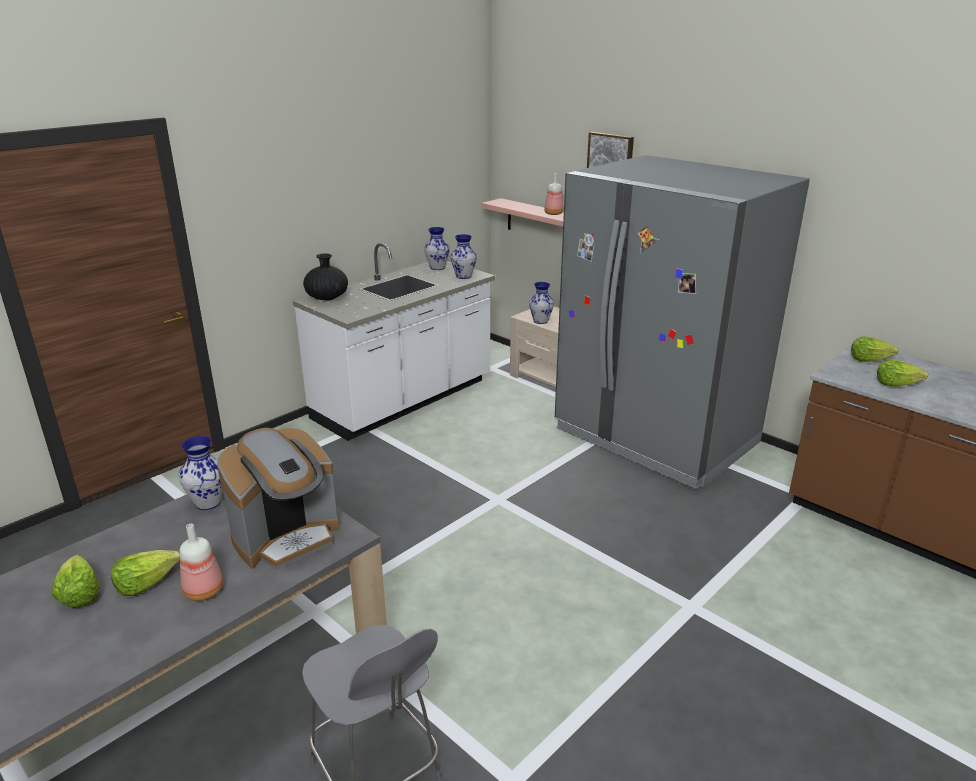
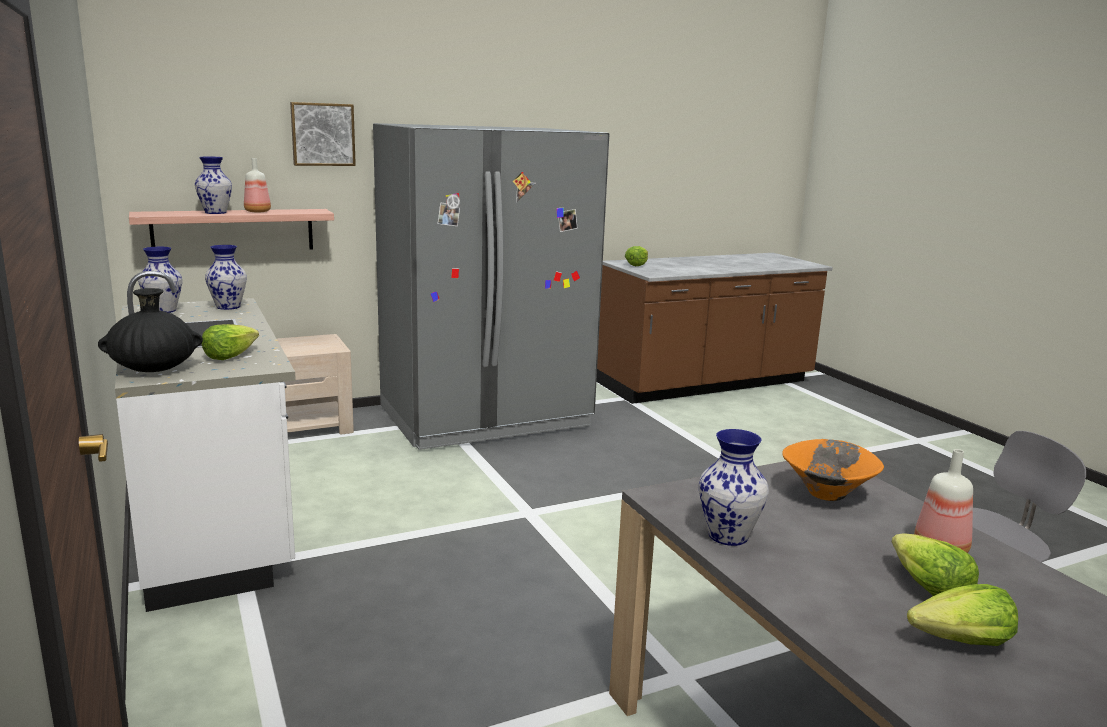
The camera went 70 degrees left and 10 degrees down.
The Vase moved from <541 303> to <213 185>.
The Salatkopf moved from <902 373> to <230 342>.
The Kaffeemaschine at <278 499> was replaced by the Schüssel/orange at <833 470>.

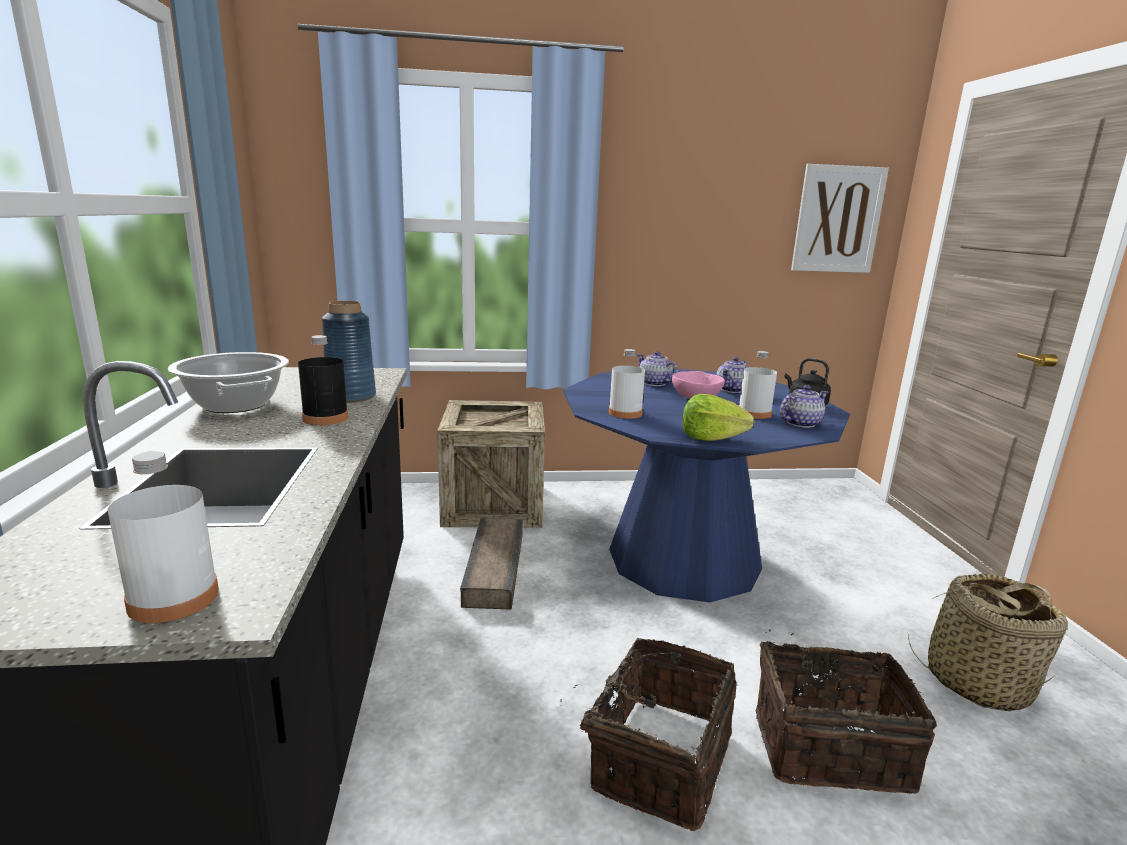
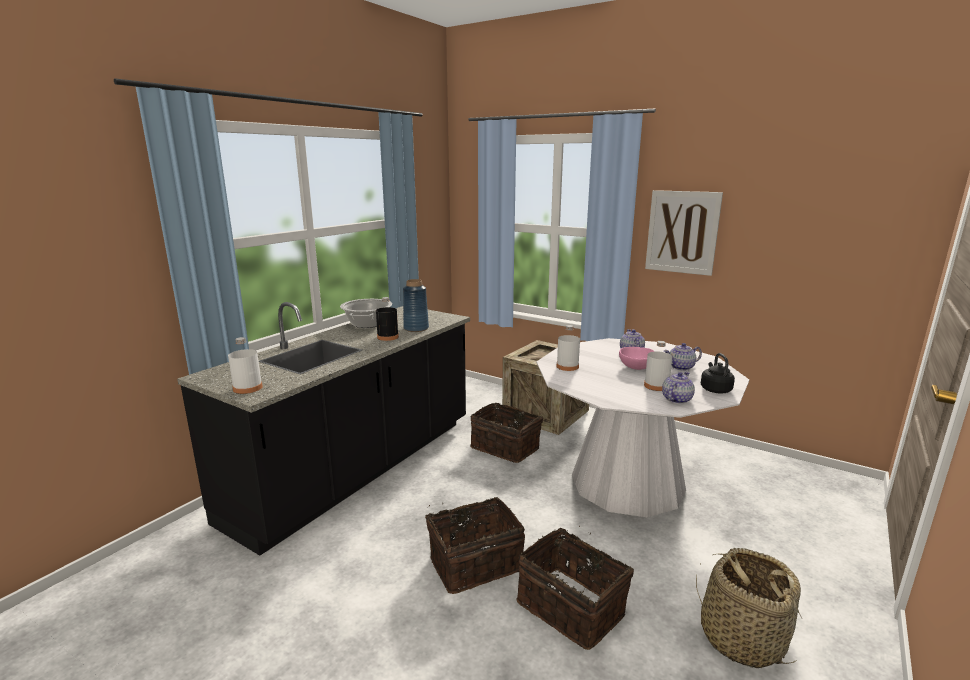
The camera went 40 degrees right and 0 degrees up.
The Salatkopf at <718 417> disappeared.
The Bild moved from <840 218> to <684 233>.
The Kiste at <491 564> was replaced by the Korb at <506 433>.
The Esstisch/blau at <706 485> became the Esstisch/weiß at <643 427>.
The Teekanne at <804 406> turned 60 degrees counterclockwise.

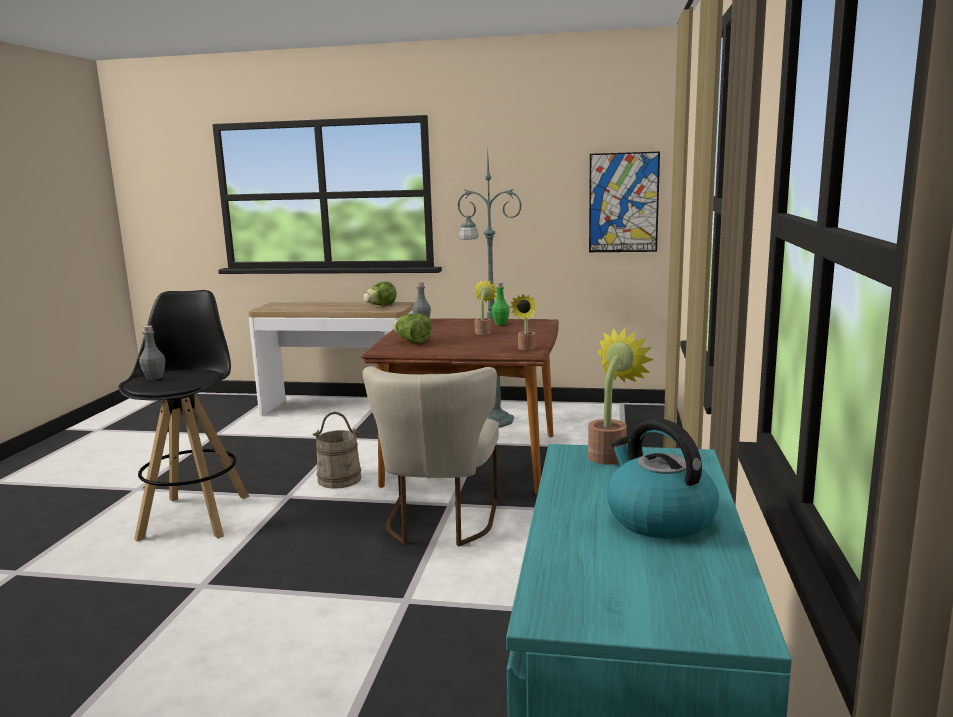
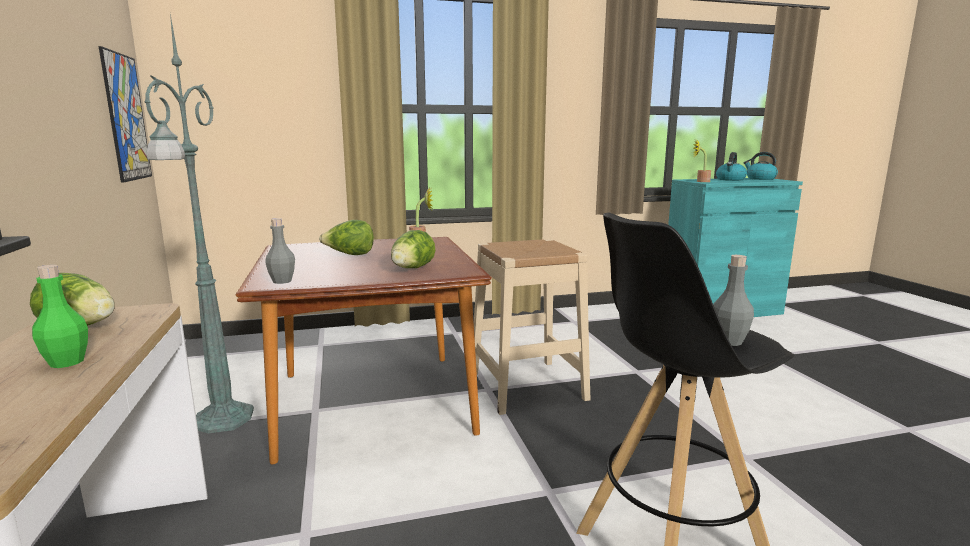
The camera went 115 degrees left and 0 degrees up.
The Eimer/beige at <337 450> disappeared.
The Wasserkessel at <760 166> appeared.
The Flasche/grün moved from <500 303> to <60 316>.
The Stuhl/beige at <430 456> was replaced by the Hocker/beige at <532 327>.
The Topfpflanze at <486 307> was replaced by the Salatkopf at <346 237>.

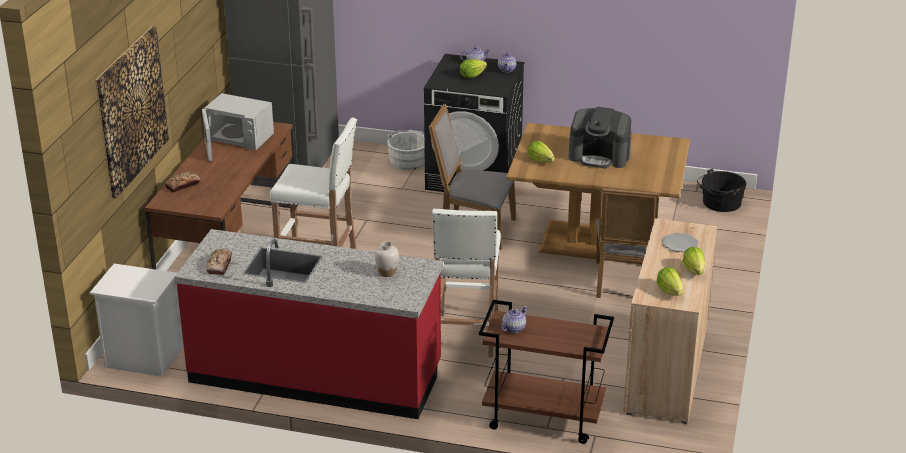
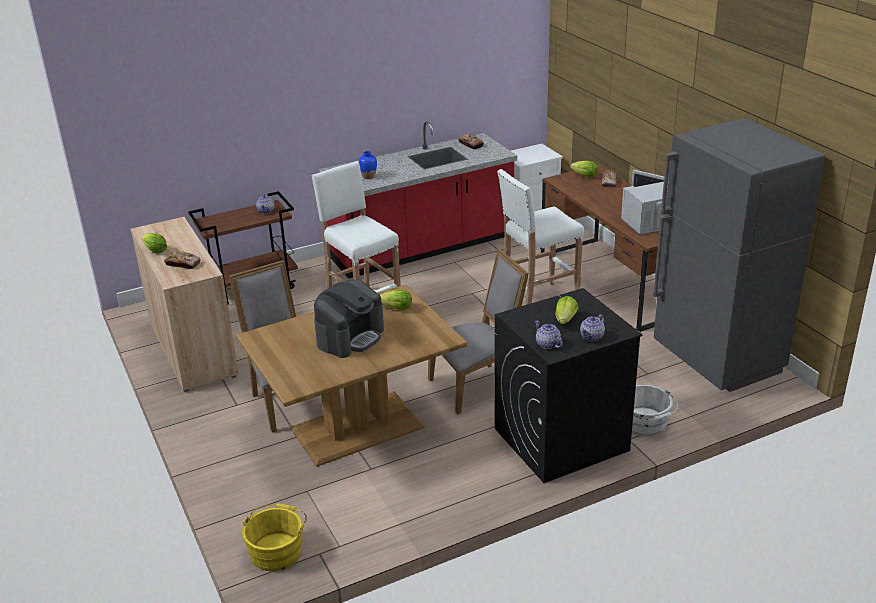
The camera went 140 degrees right and 0 degrees up.
The Bild at <132 112> disappeared.
The Salatkopf moved from <670 281> to <584 169>.
The Teller at <680 242> was replaced by the Brot at <182 260>.
The Vase/weiß at <387 259> became the Vase/blau at <368 165>.
The Eimer/schwarz at <722 190> became the Eimer/gelb at <274 537>.
The Kaffeemaschine at <600 138> turned 150 degrees clockwise.

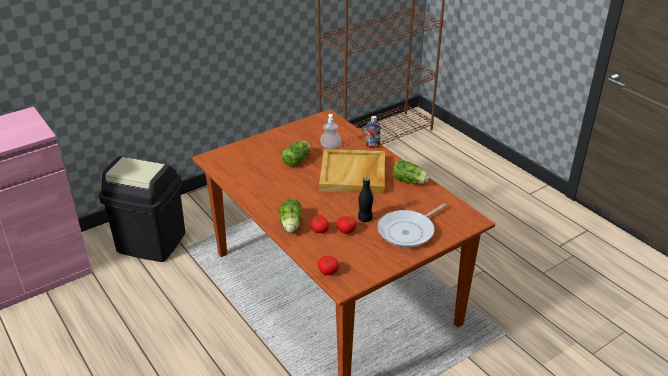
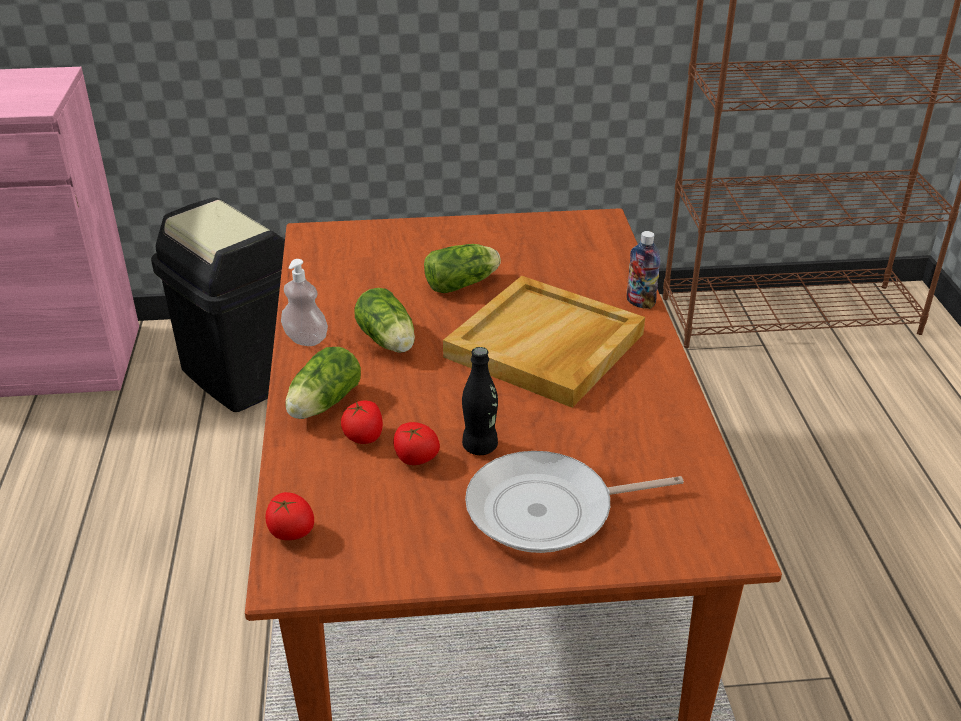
The camera went 30 degrees right and 0 degrees up.
The Seifenspender moved from <330 131> to <304 302>.
The Salatkopf moved from <411 172> to <384 320>.

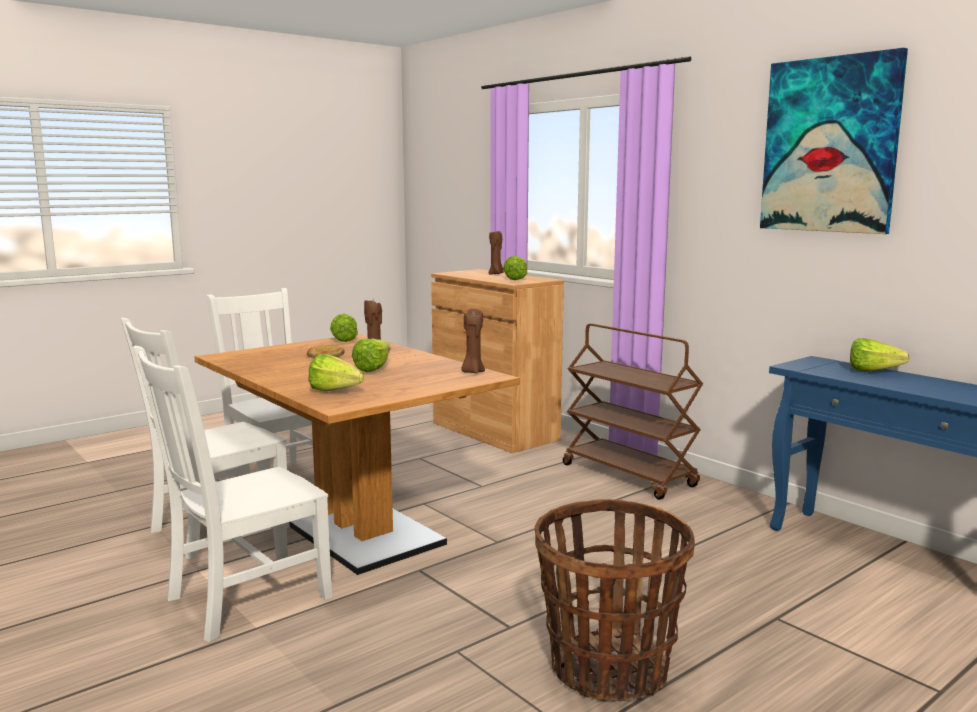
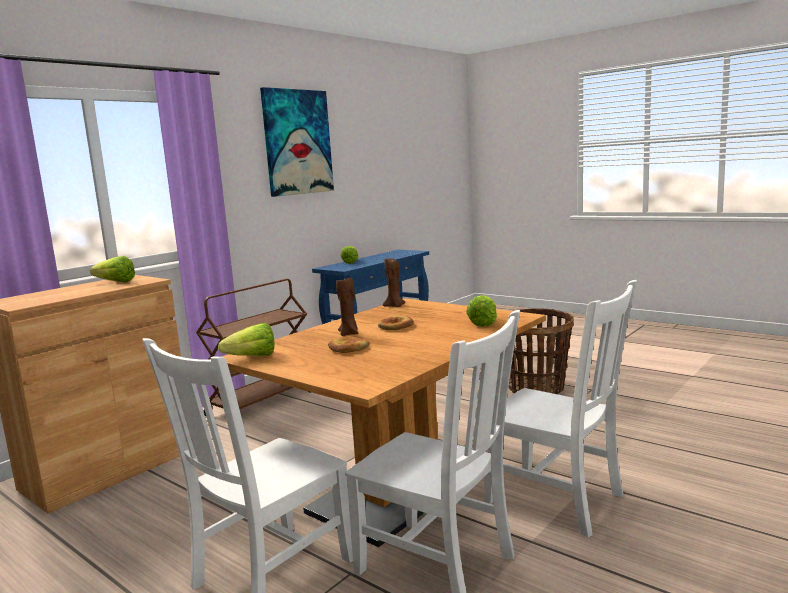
The camera went 100 degrees left and 0 degrees up.
The Kerze/braun at <496 253> disappeared.
The Salatkopf at <371 355> was replaced by the Brot at <396 323>.

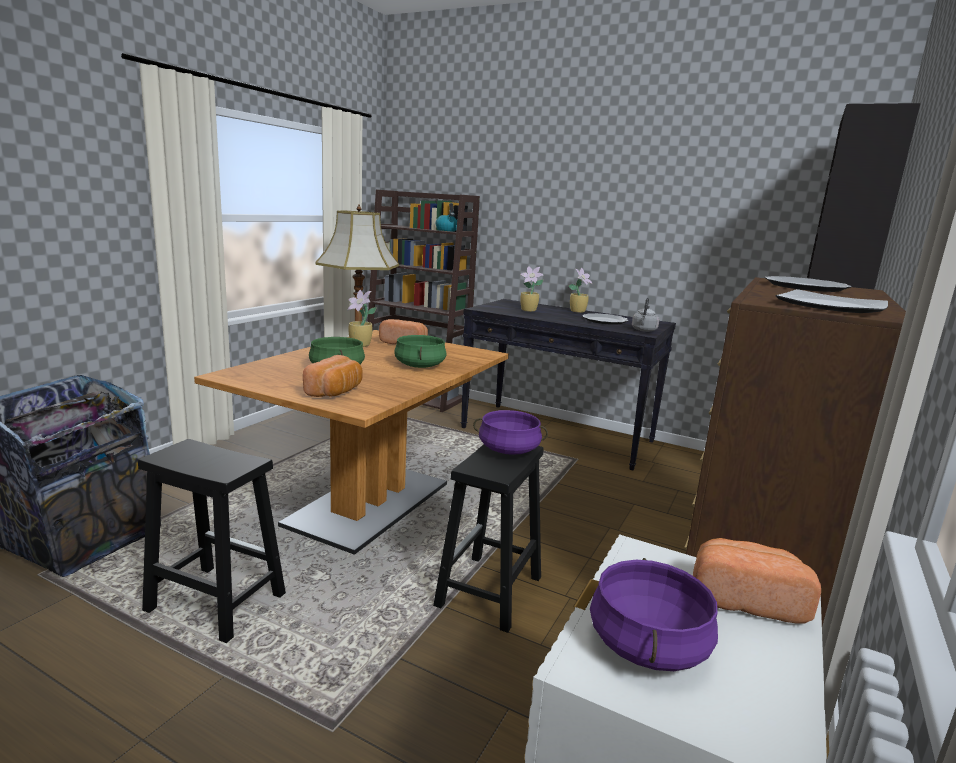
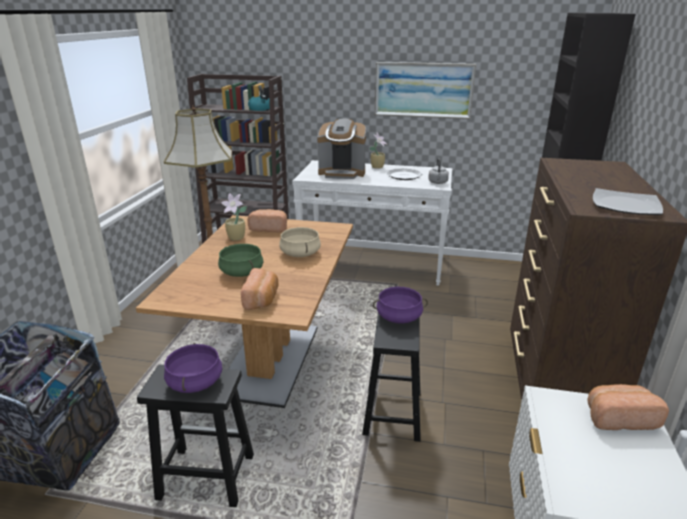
The camera went 15 degrees left and 10 degrees up.
The Teller at <808 284> disappeared.
The Bild at <425 90> appeared.
The Kochtopf/lila moved from <654 614> to <193 368>.
The Topfpflanze at <532 289> was replaced by the Kaffeemaschine at <341 149>.
The Kochtopf/grün at <420 351> became the Kochtopf/beige at <300 242>.
The Konsolentisch/schwarz at <568 384> became the Konsolentisch/weiß at <372 223>.

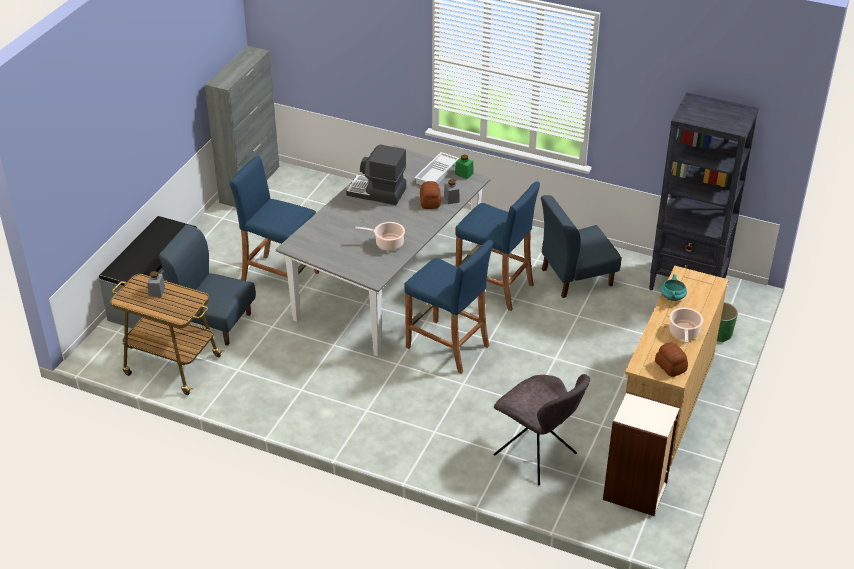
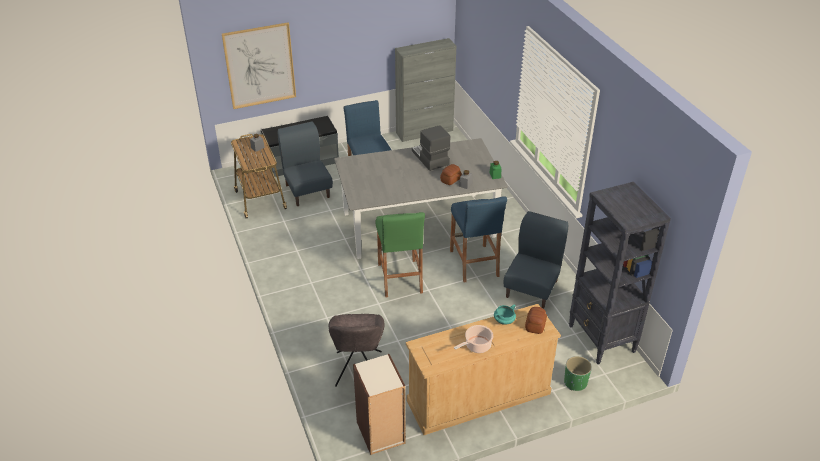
The camera went 45 degrees right and 0 degrees up.
The Kochtopf at <380 236> disappeared.
The Tablett/weiß at <436 168> disappeared.
The Bild at <259 66> appeared.
The Brot moved from <671 360> to <536 320>.
The Hocker/blau at <448 307> became the Hocker/grün at <400 255>.
The Stuhl/blau at <581 246> turned 90 degrees clockwise.

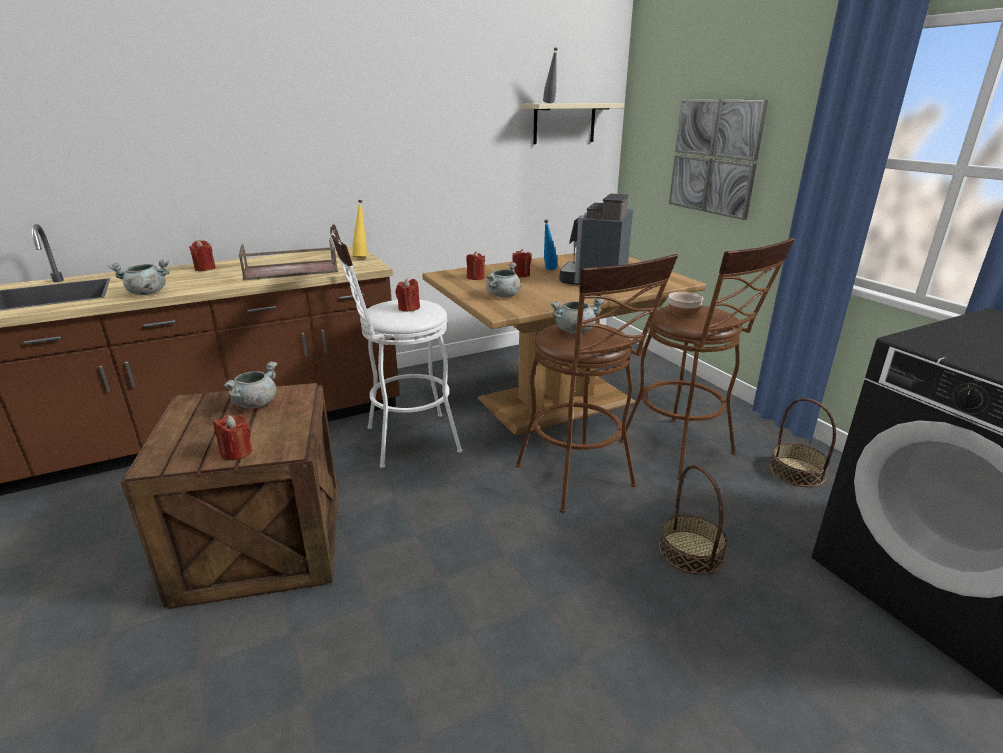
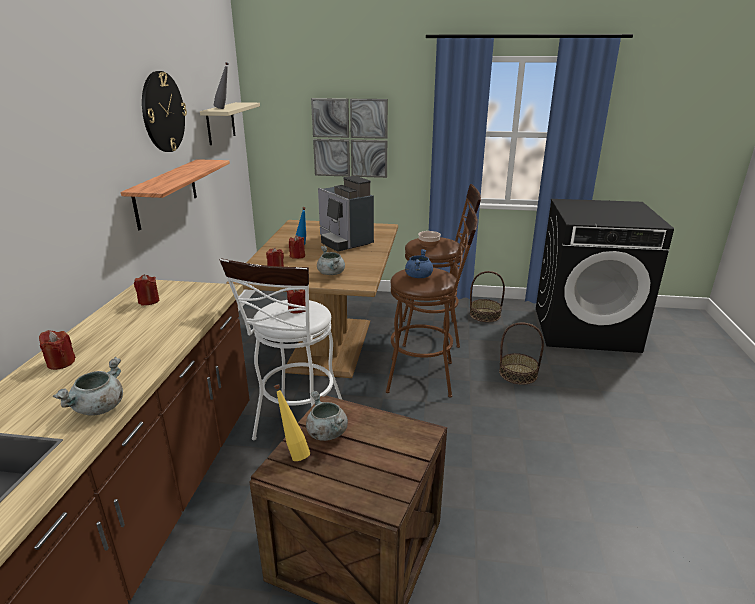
The camera went 55 degrees left and 0 degrees up.
The Tablett/braun at <288 259> disappeared.
The Wandregal at <175 194> appeared.
The Wanduhr at <164 111> appeared.
The Kerze/rot moved from <232 437> to <146 289>.
The Flasche/gelb moved from <360 229> to <292 422>.
The Kochtopf/grau at <578 316> became the Kochtopf/blau at <419 263>.

